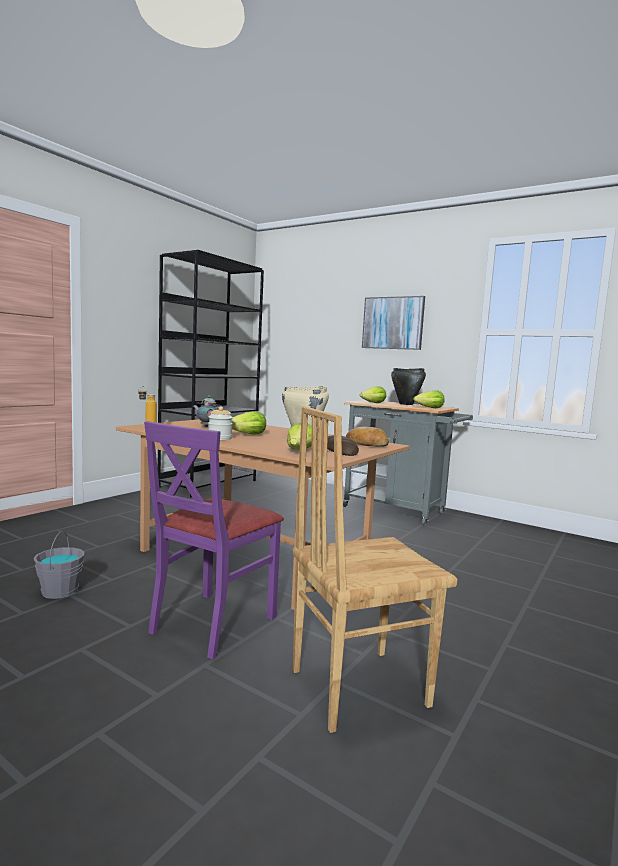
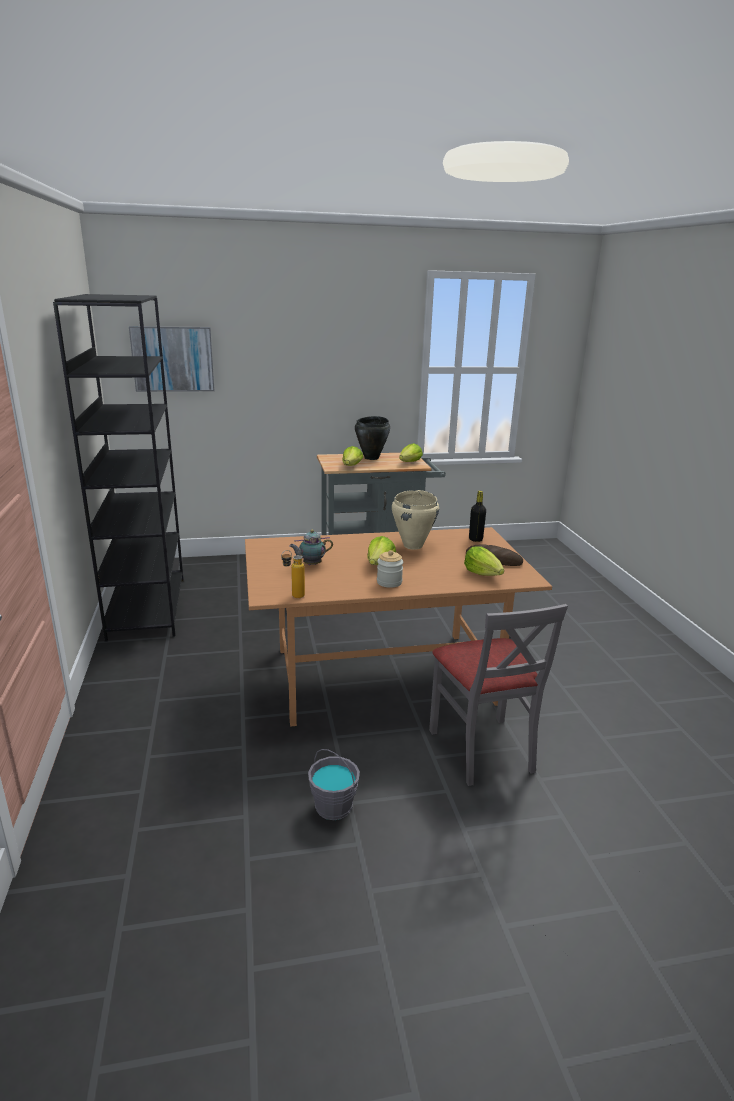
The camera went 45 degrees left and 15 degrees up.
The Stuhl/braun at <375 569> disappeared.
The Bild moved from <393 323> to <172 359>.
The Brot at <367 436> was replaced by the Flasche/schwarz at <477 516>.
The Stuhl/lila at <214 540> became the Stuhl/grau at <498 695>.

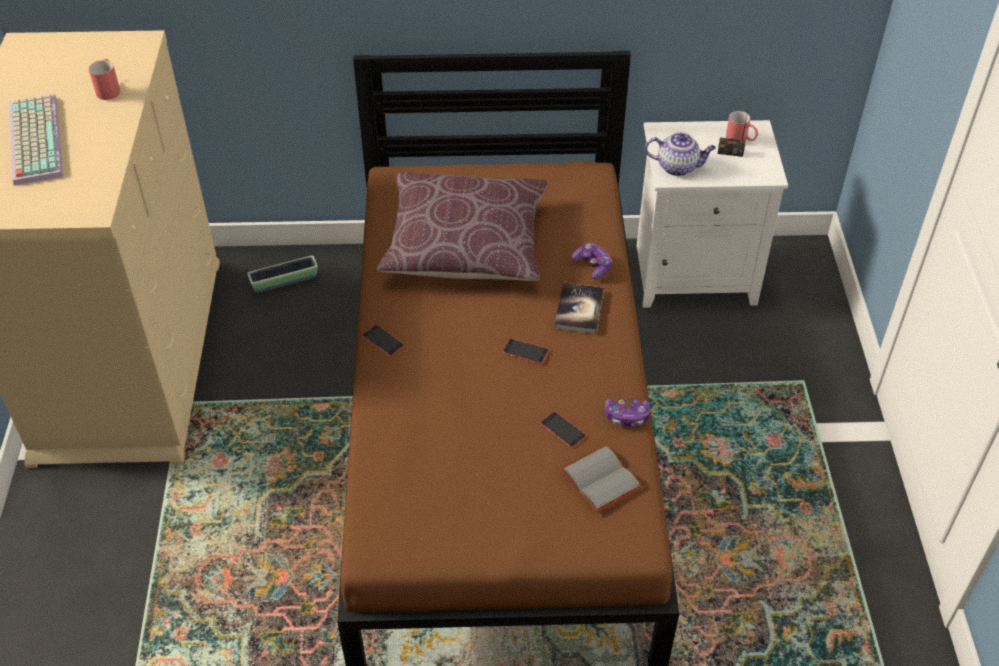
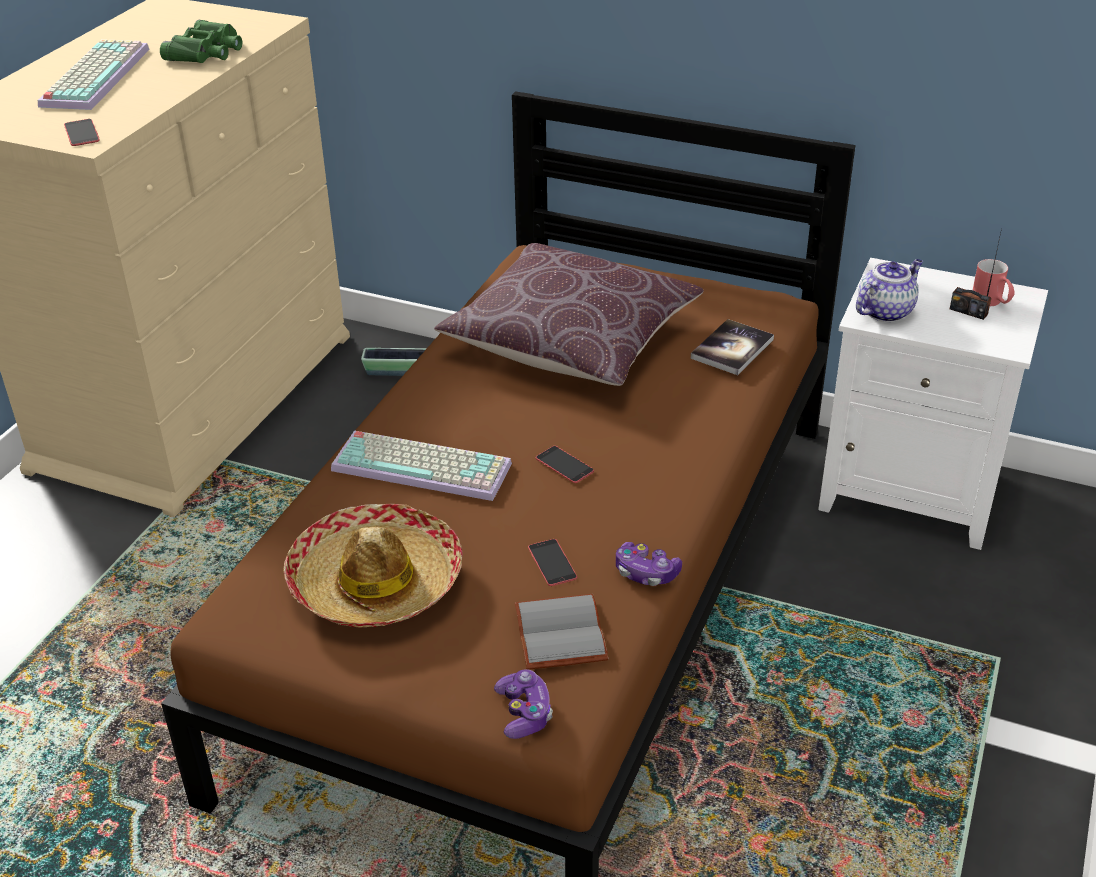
The camera went 25 degrees right and 10 degrees down.
The Hut at <373 565> appeared.
The Tastatur at <421 466> appeared.
The Handy moved from <383 340> to <81 132>.
The Buch moved from <579 308> to <732 347>.
The Gamepad moved from <592 261> to <523 704>.
The Henkelbecher/rot at <104 79> was replaced by the Fernglas/grün at <201 41>.
The Teekanne at <680 154> turned 75 degrees counterclockwise.

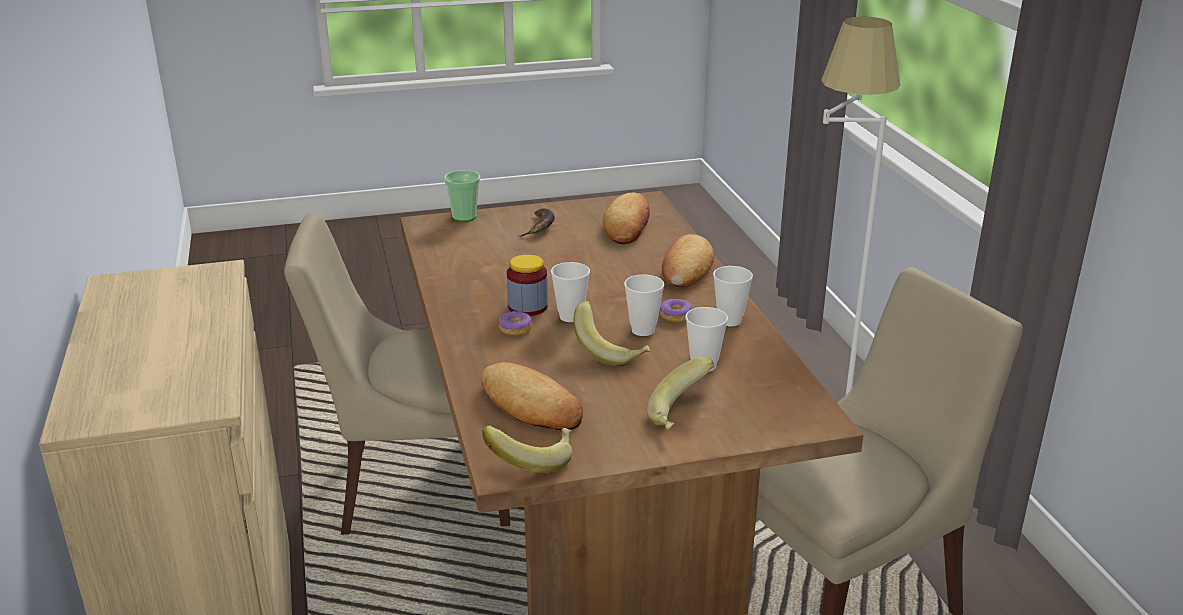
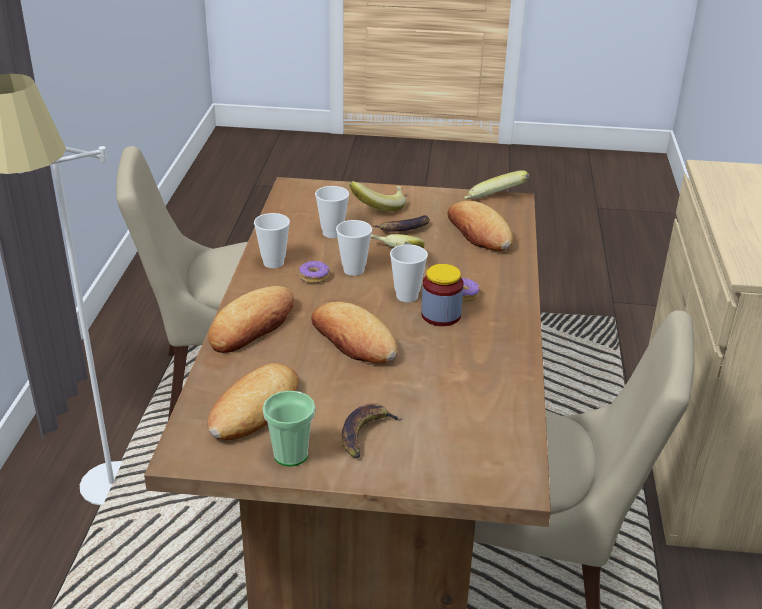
The camera went 160 degrees left and 5 degrees up.
The Brot at <354 333> appeared.
The Banane at <401 223> appeared.
The Tasse moved from <462 196> to <289 428>.

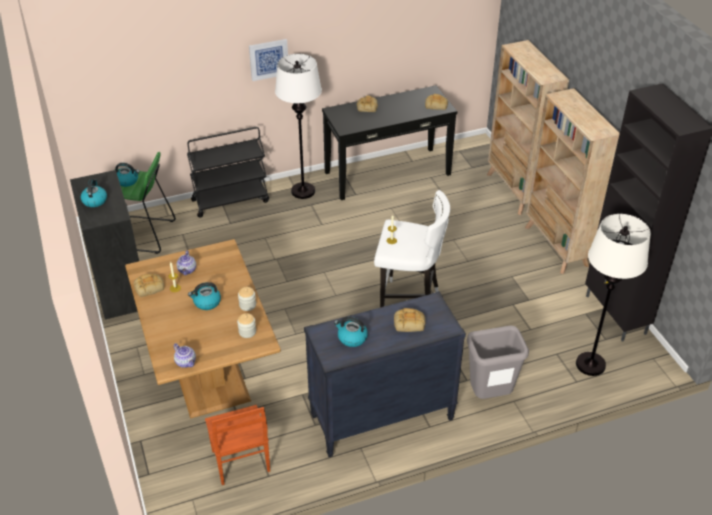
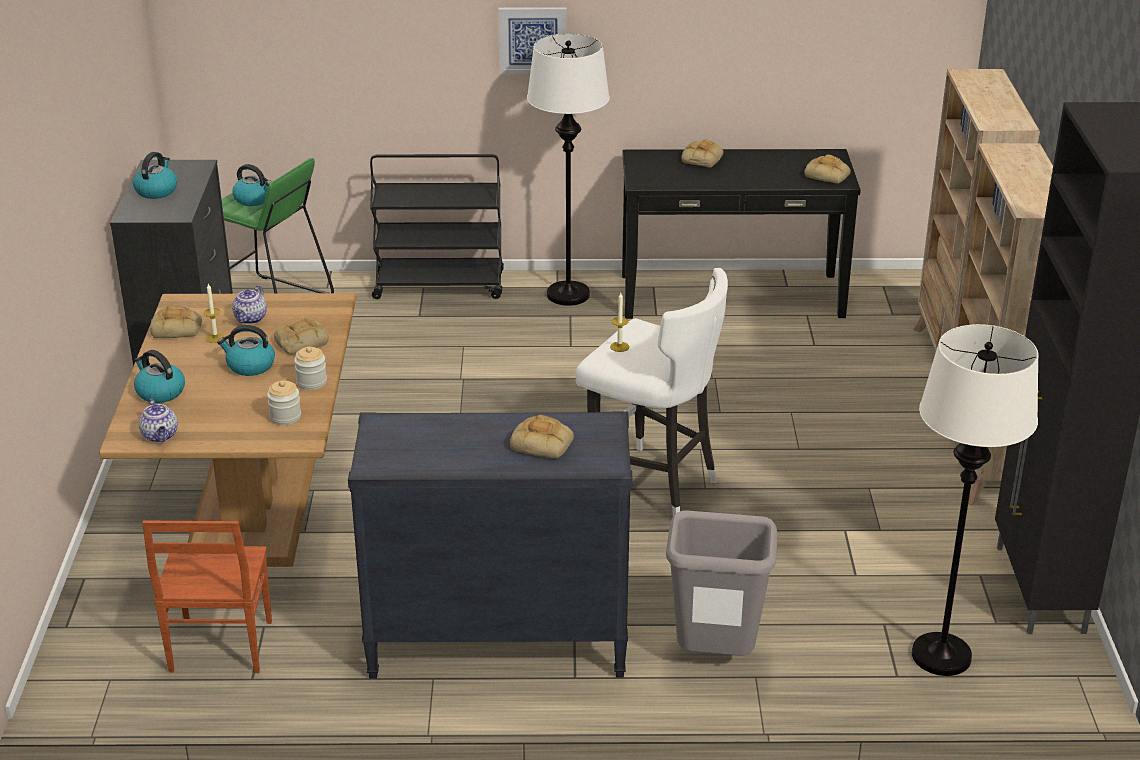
The camera went 20 degrees right and 10 degrees down.
The Brot at <301 336> appeared.
The Wasserkessel moved from <351 332> to <159 376>.

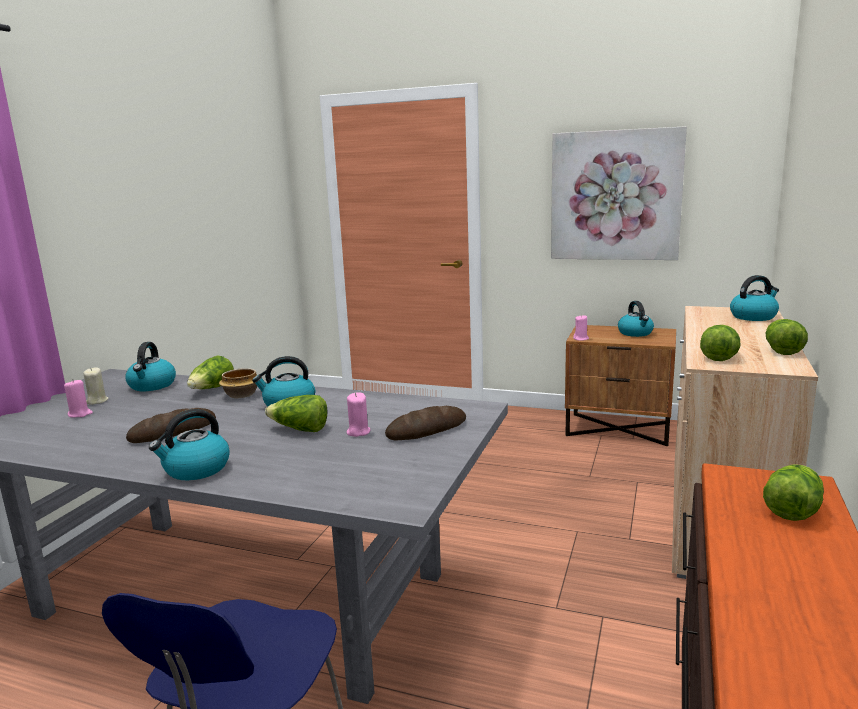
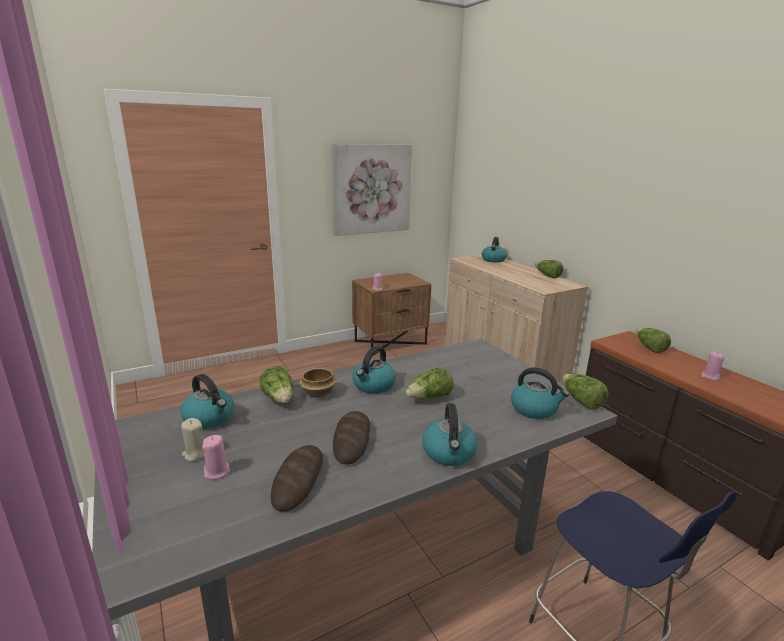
The camera went 50 degrees left and 5 degrees up.
The Kerze/rosa moved from <358 414> to <712 366>.
The Brot moved from <425 423> to <297 478>.
The Wasserkessel moved from <636 319> to <540 393>.
The Salatkopf moved from <720 343> to <585 391>.

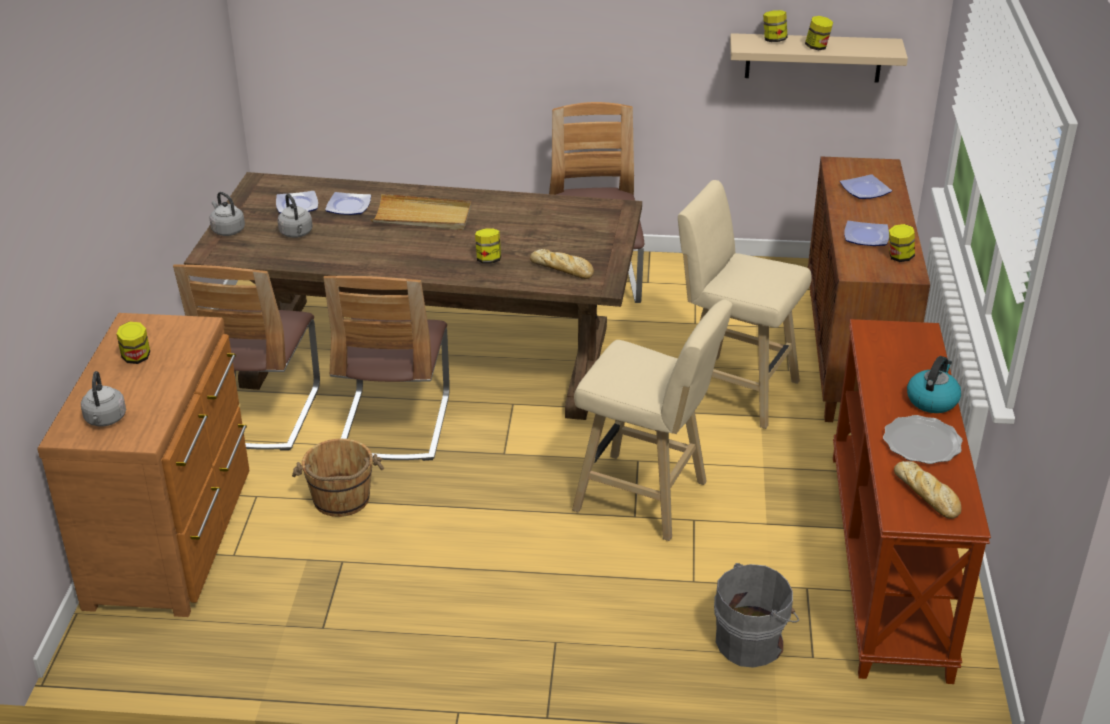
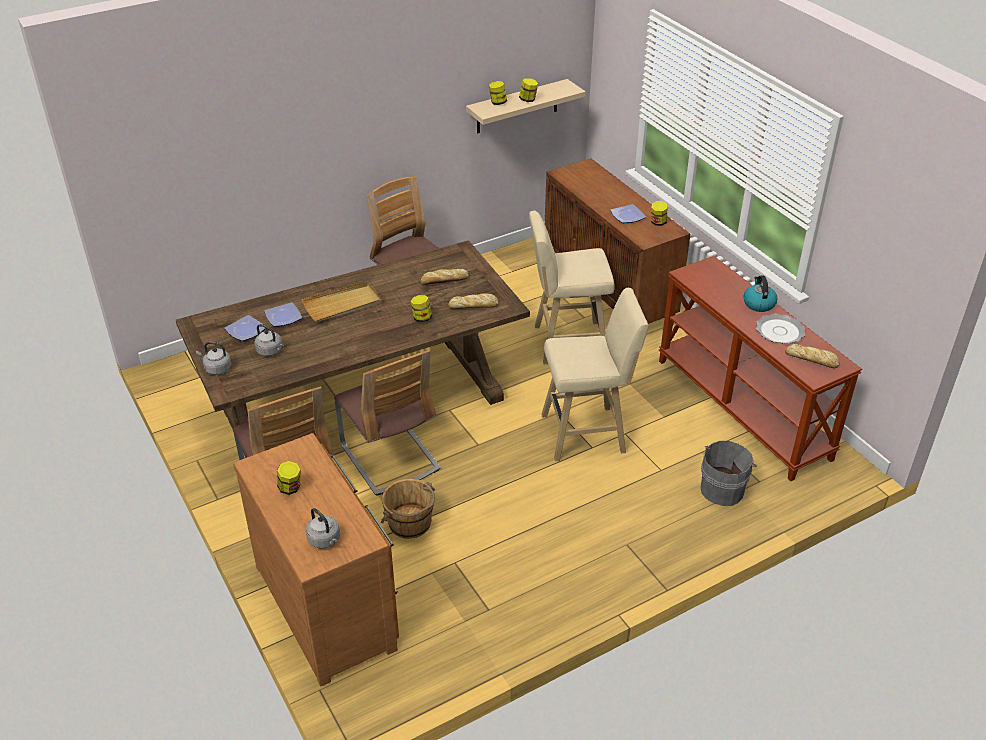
The camera went 35 degrees left and 5 degrees up.
The Teller at <866 186> disappeared.
The Brot at <445 277> appeared.

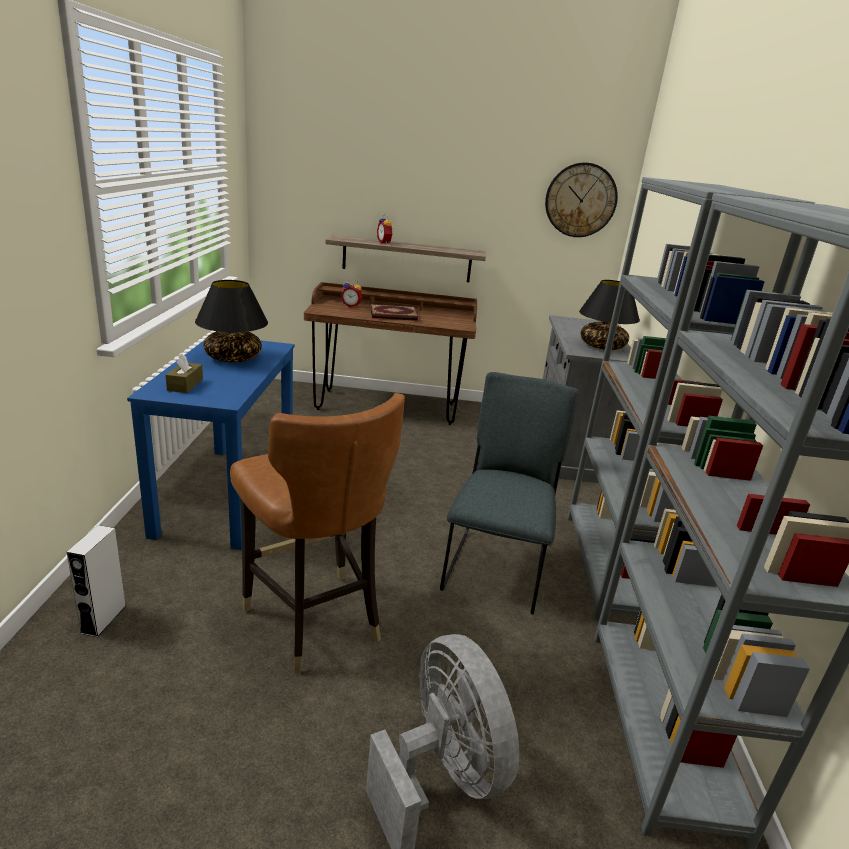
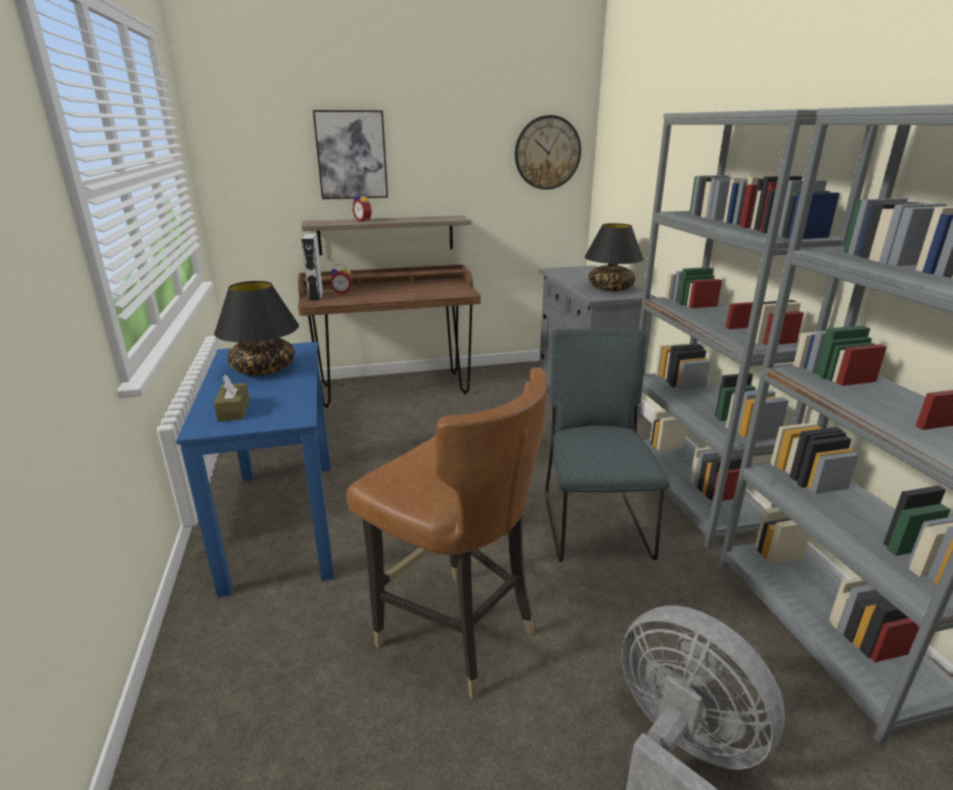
The camera went 15 degrees left and 0 degrees up.
The Buch at <394 312> disappeared.
The Bild at <350 154> appeared.
The Lautsprecher/grau moved from <97 581> to <312 267>.

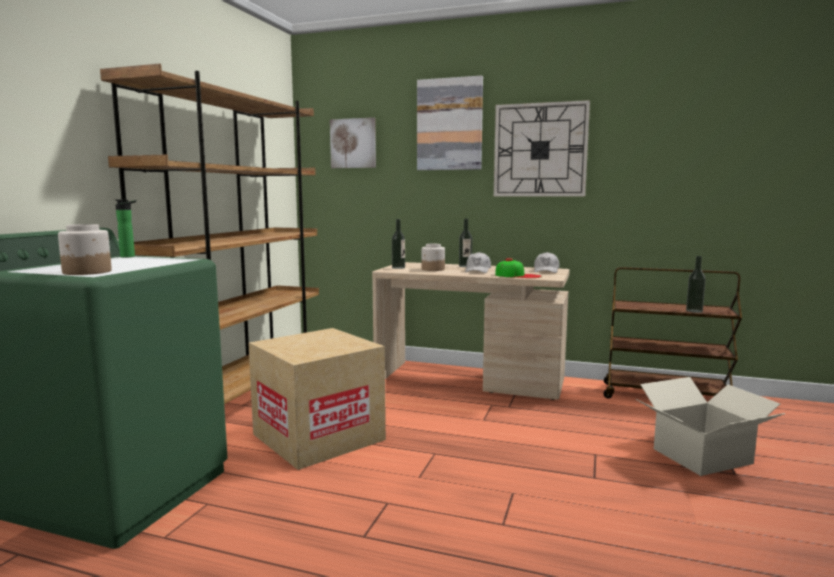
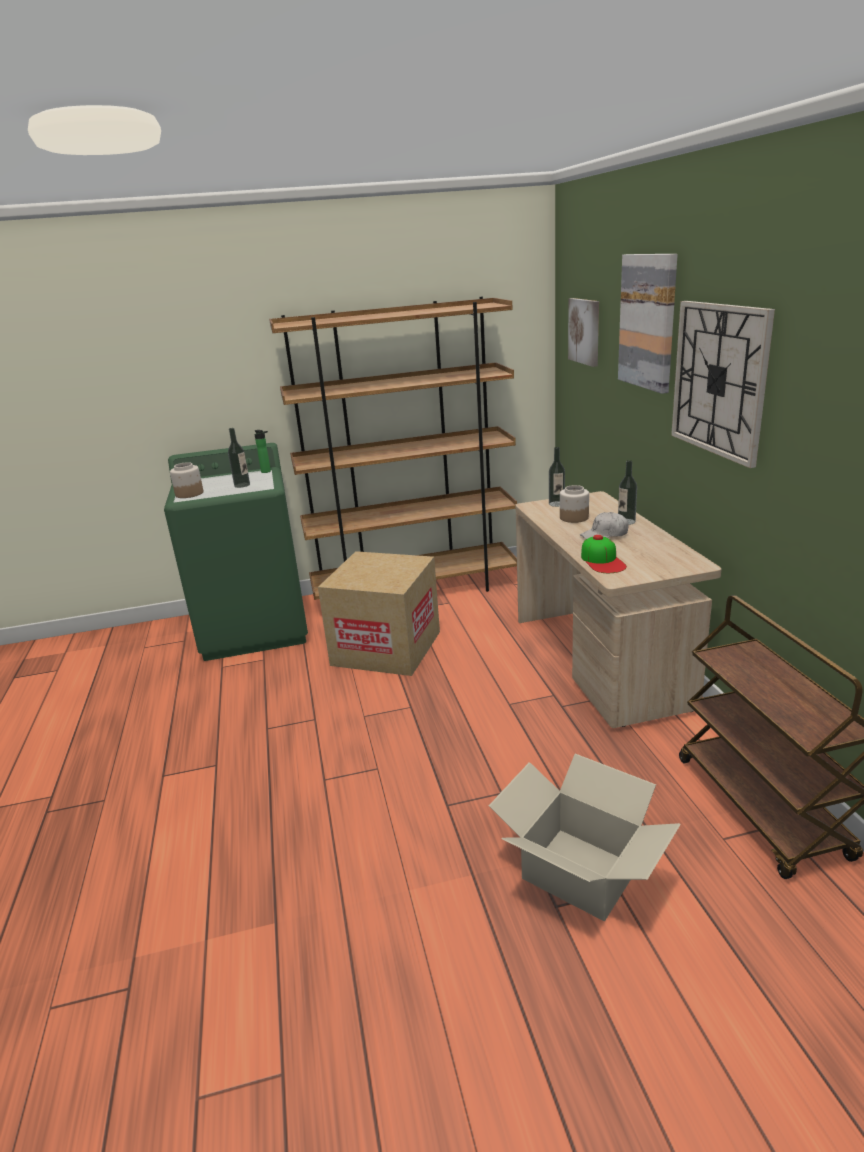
The camera went 60 degrees right and 15 degrees up.
The Kappe/weiß at <546 262> disappeared.
The Flasche moved from <696 284> to <239 458>.

